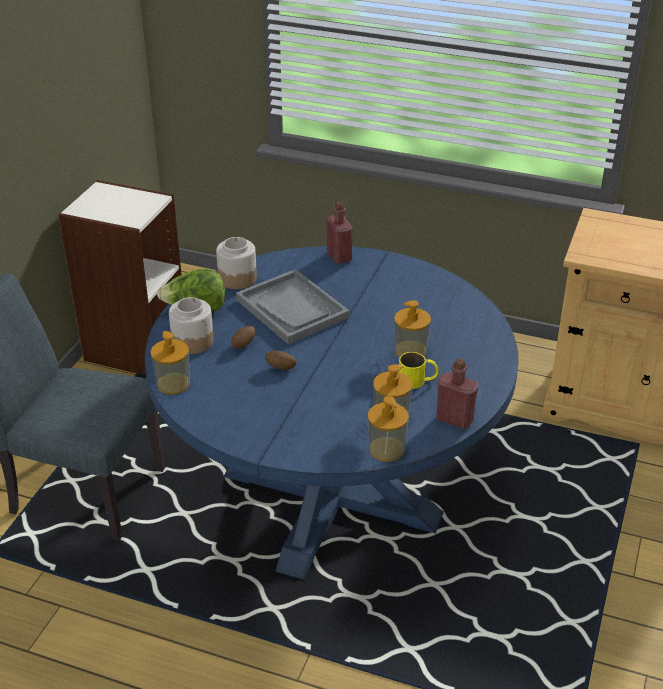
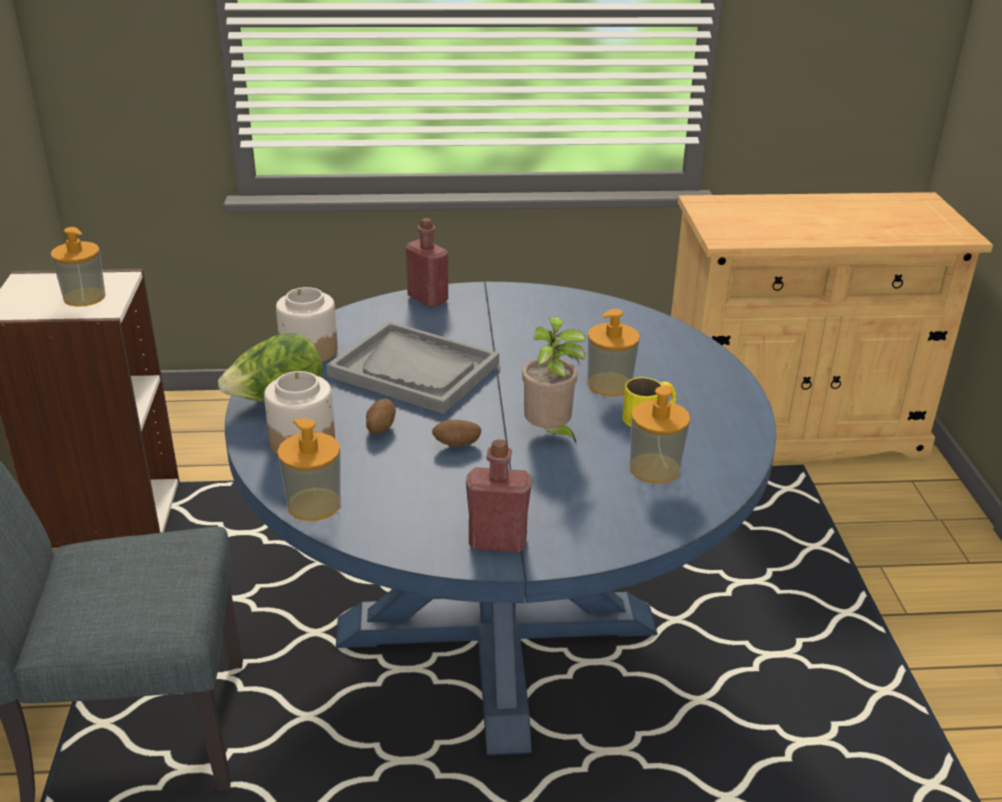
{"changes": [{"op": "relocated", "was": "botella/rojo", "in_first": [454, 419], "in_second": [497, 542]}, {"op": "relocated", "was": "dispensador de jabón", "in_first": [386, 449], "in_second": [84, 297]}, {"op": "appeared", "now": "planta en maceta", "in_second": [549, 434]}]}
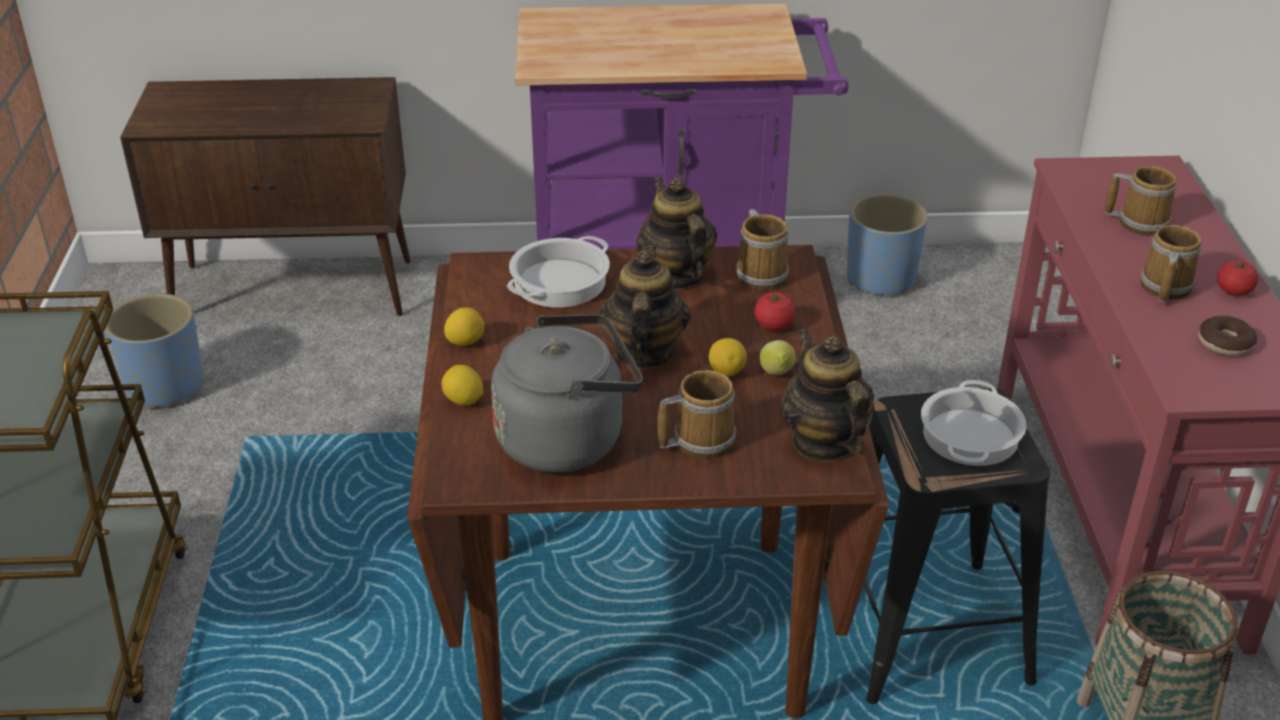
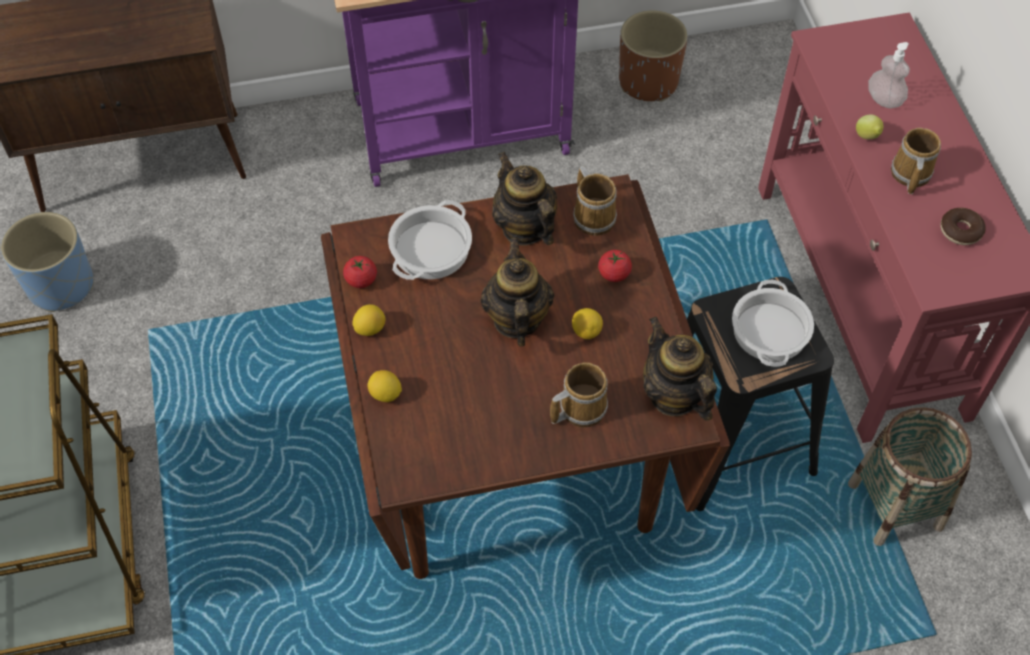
{"changes": [{"op": "exchanged", "was": "taza grande", "now": "dispensador de jabón", "in_first": [1139, 222], "in_second": [884, 99]}, {"op": "colour", "was": "maceta/azul", "now": "maceta/marrón", "in_first": [881, 279], "in_second": [649, 82]}, {"op": "relocated", "was": "tomate", "in_first": [1233, 291], "in_second": [361, 280]}, {"op": "missing", "was": "hervidor/gris", "in_first": [567, 438]}, {"op": "relocated", "was": "limón", "in_first": [777, 374], "in_second": [867, 137]}]}
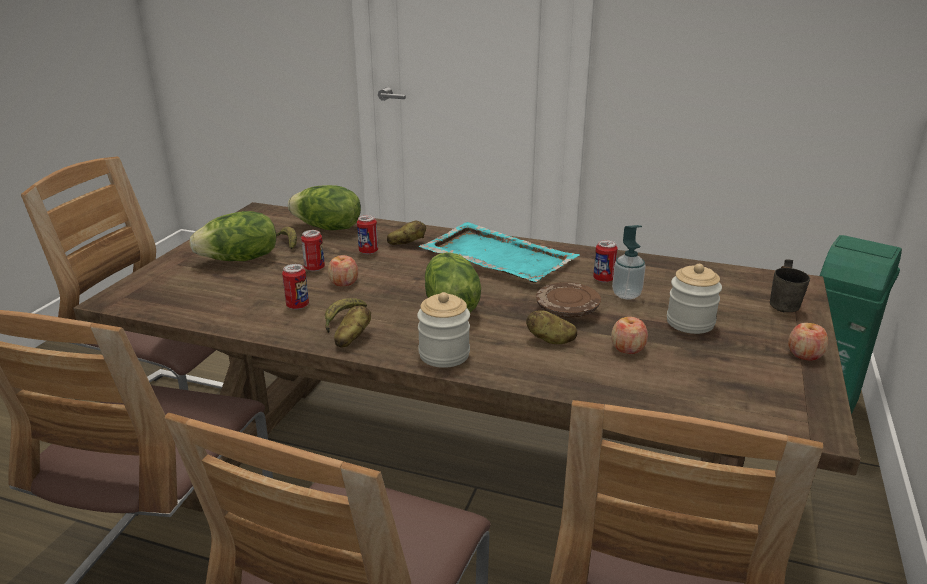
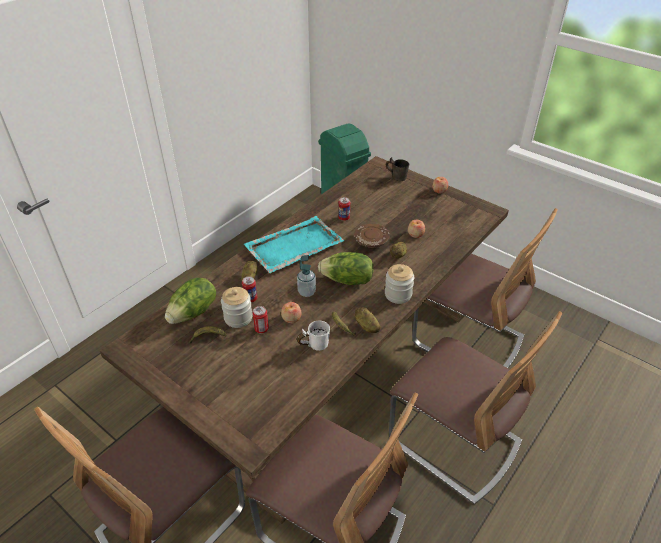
{"changes": [{"op": "missing", "was": "lechuga", "in_first": [240, 259]}, {"op": "relocated", "was": "dispensador de jabón", "in_first": [626, 294], "in_second": [306, 292]}, {"op": "exchanged", "was": "lata", "now": "taza grande/blanco", "in_first": [297, 305], "in_second": [313, 344]}, {"op": "relocated", "was": "tarro", "in_first": [690, 322], "in_second": [238, 318]}]}
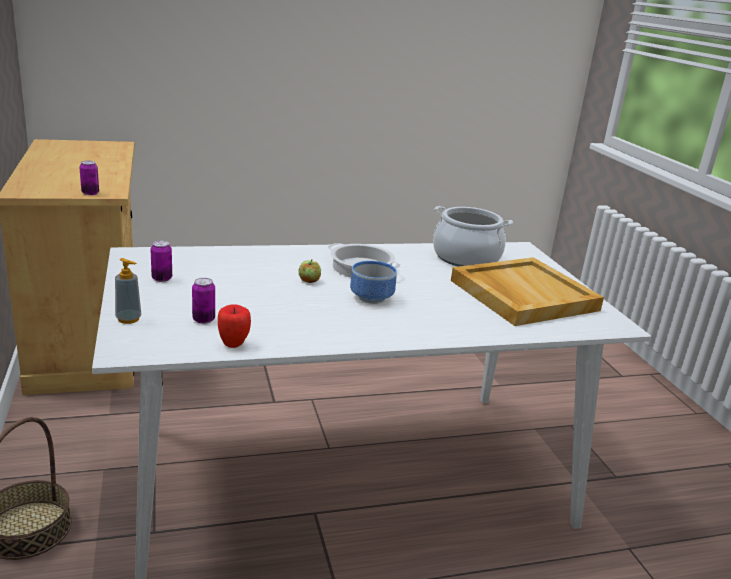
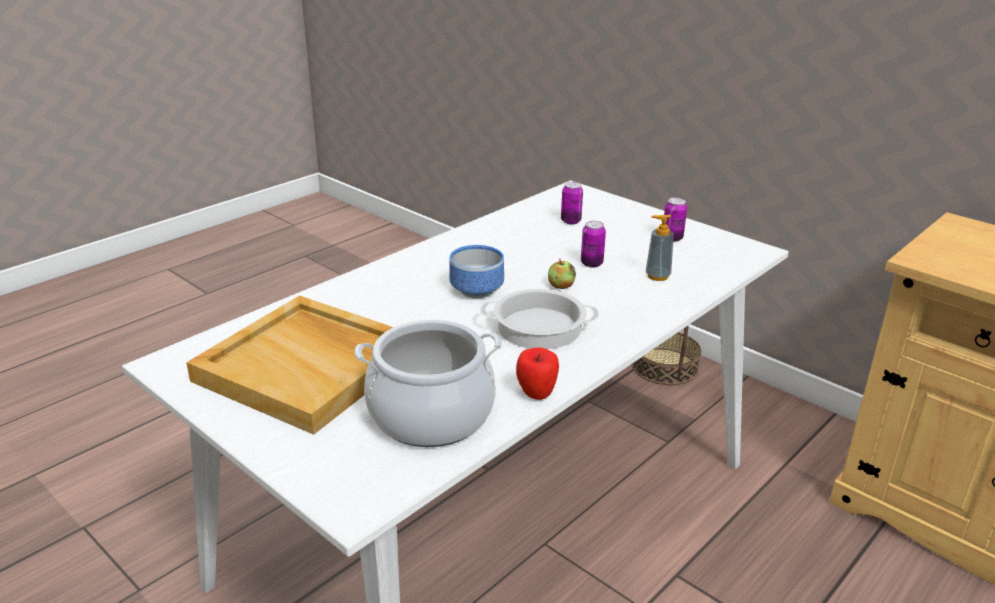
{"changes": [{"op": "relocated", "was": "lata", "in_first": [90, 193], "in_second": [591, 263]}, {"op": "relocated", "was": "dispensador de jabón", "in_first": [128, 319], "in_second": [657, 276]}, {"op": "relocated", "was": "manzana", "in_first": [234, 344], "in_second": [536, 395]}]}
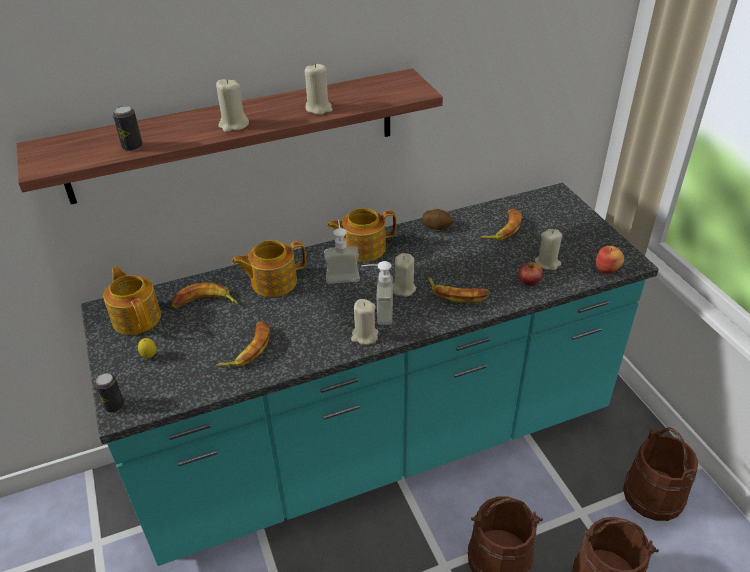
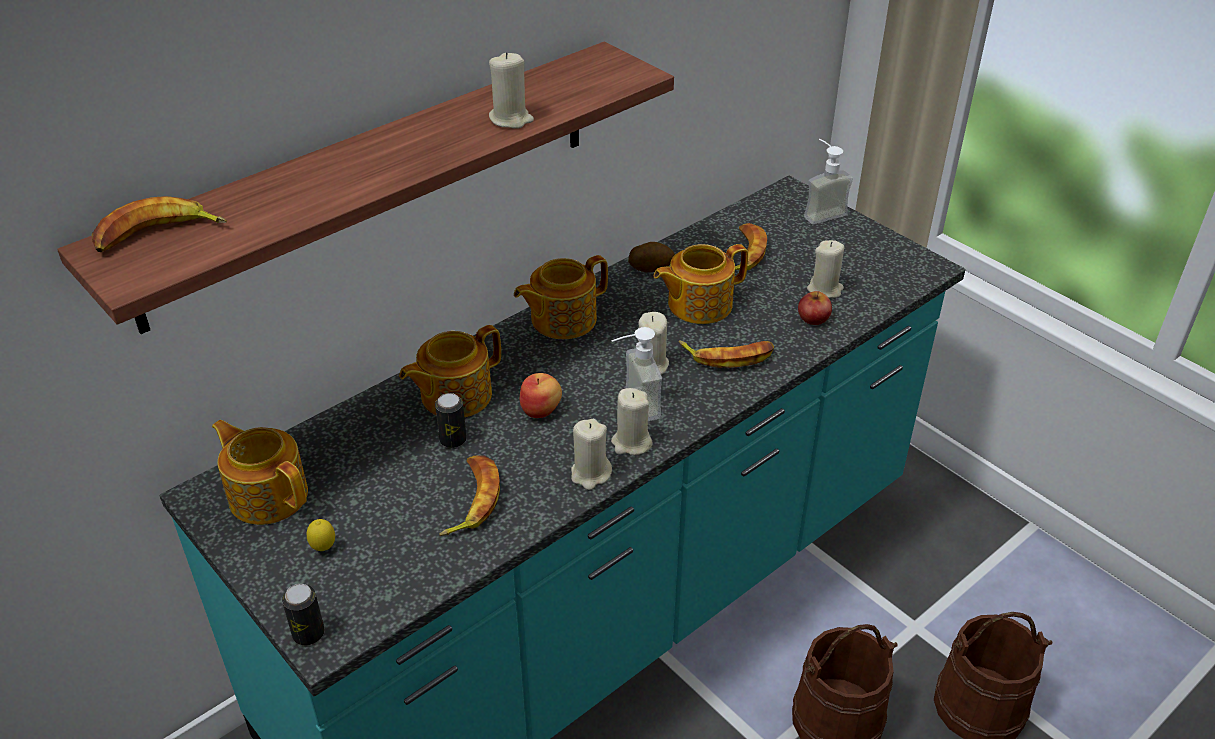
{"changes": [{"op": "relocated", "was": "vela/beis", "in_first": [233, 125], "in_second": [590, 474]}, {"op": "relocated", "was": "lata", "in_first": [132, 146], "in_second": [453, 440]}, {"op": "relocated", "was": "dispensador de jabón", "in_first": [342, 274], "in_second": [820, 212]}, {"op": "relocated", "was": "manzana", "in_first": [607, 269], "in_second": [541, 410]}, {"op": "relocated", "was": "plátano", "in_first": [204, 303], "in_second": [158, 235]}, {"op": "missing", "was": "cubo/marrón", "in_first": [654, 494]}, {"op": "appeared", "now": "tetera", "in_second": [698, 304]}]}
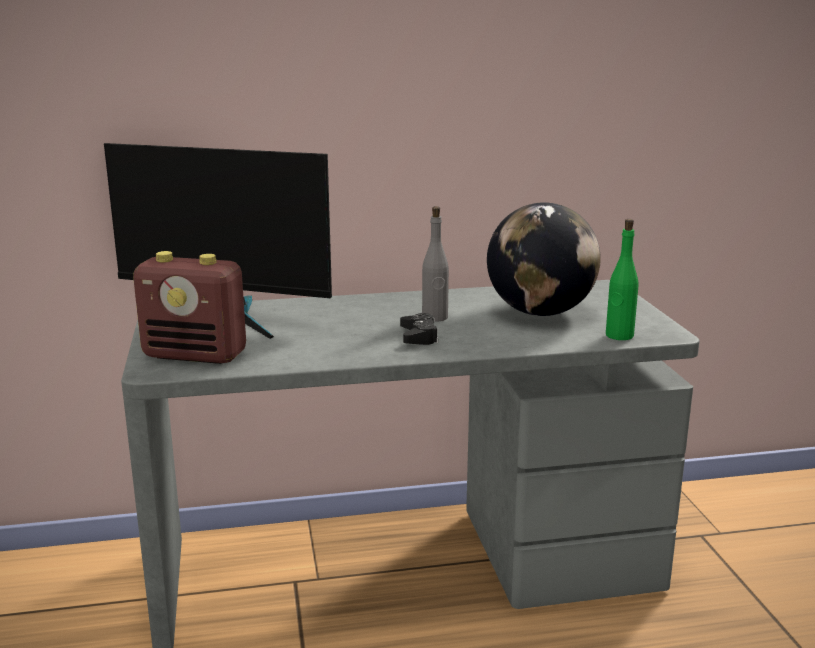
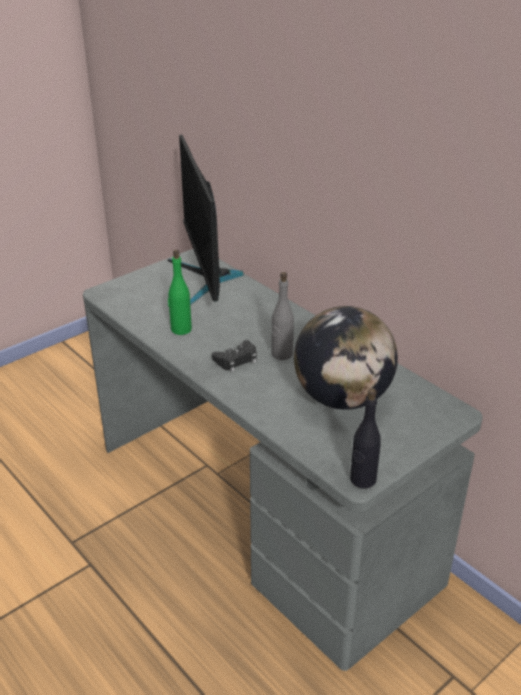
{"changes": [{"op": "relocated", "was": "botella/verde", "in_first": [619, 336], "in_second": [181, 329]}, {"op": "missing", "was": "radio", "in_first": [196, 355]}, {"op": "appeared", "now": "botella/negro", "in_second": [362, 480]}]}
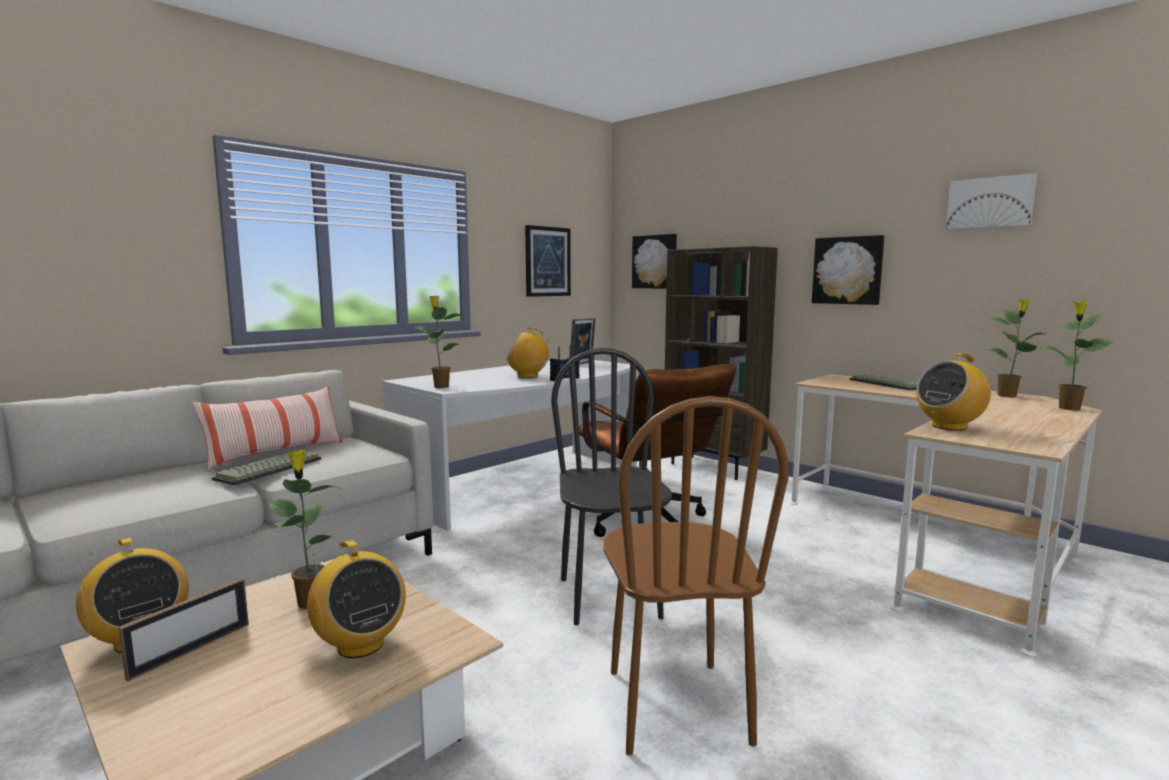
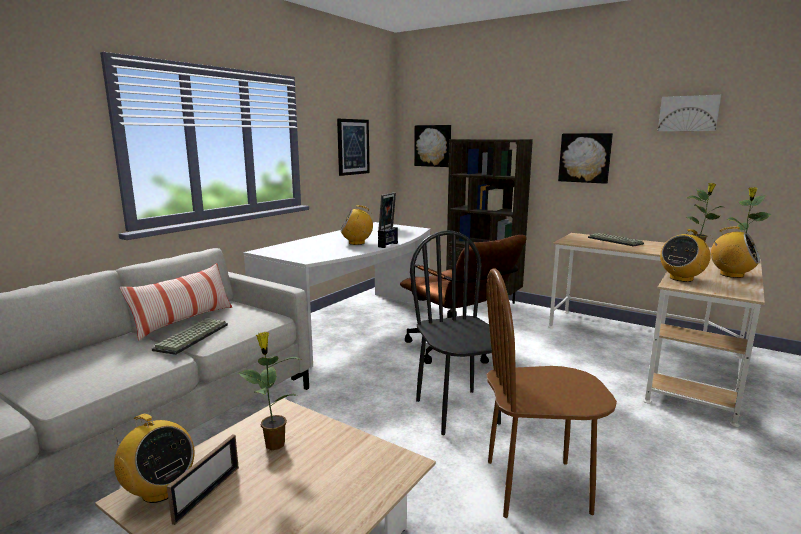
{"changes": [{"op": "missing", "was": "planta en maceta", "in_first": [440, 386]}, {"op": "spun", "was": "silla/marrón", "in_first": [675, 706], "in_second": [537, 486], "clockwise": 105}, {"op": "relocated", "was": "radio", "in_first": [360, 645], "in_second": [731, 275]}]}
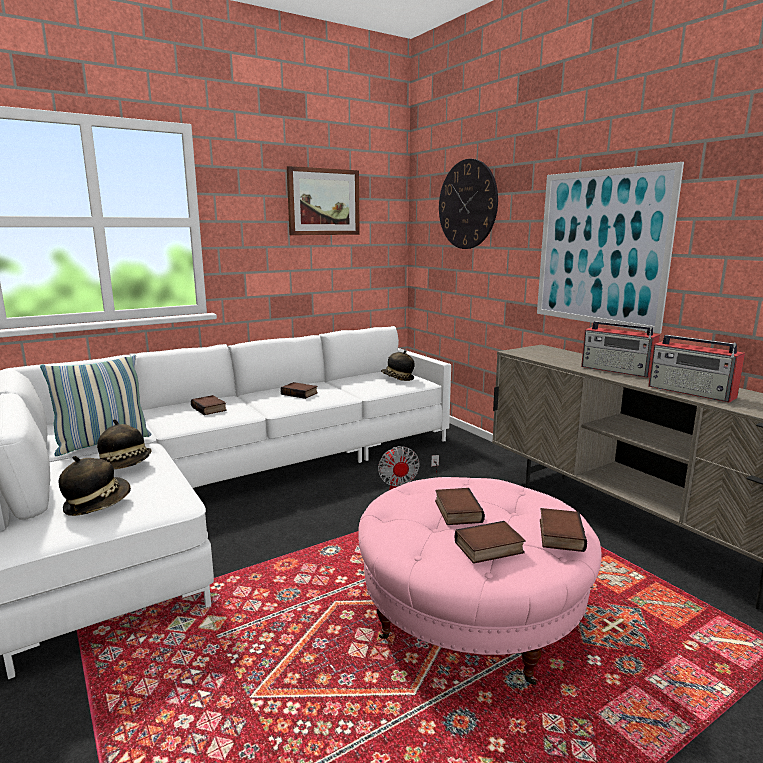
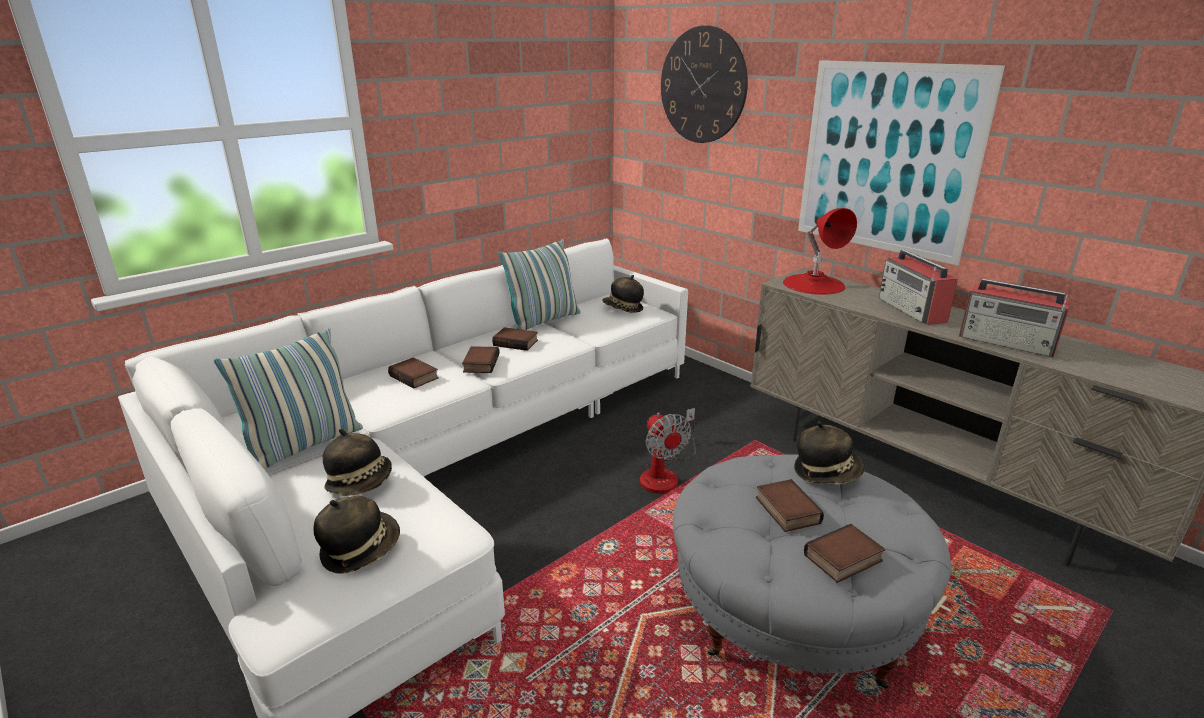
{"changes": [{"op": "missing", "was": "cuadro", "in_first": [323, 202]}, {"op": "spun", "was": "radio", "in_first": [617, 370], "in_second": [912, 310], "clockwise": 45}, {"op": "colour", "was": "puf/rosa", "now": "puf/gris", "in_first": [471, 613], "in_second": [792, 610]}, {"op": "relocated", "was": "libro", "in_first": [559, 534], "in_second": [480, 363]}, {"op": "appeared", "now": "lámpara de mesa/rojo", "in_second": [814, 284]}, {"op": "appeared", "now": "cojín", "in_second": [543, 321]}, {"op": "appeared", "now": "sombrero", "in_second": [826, 472]}]}
